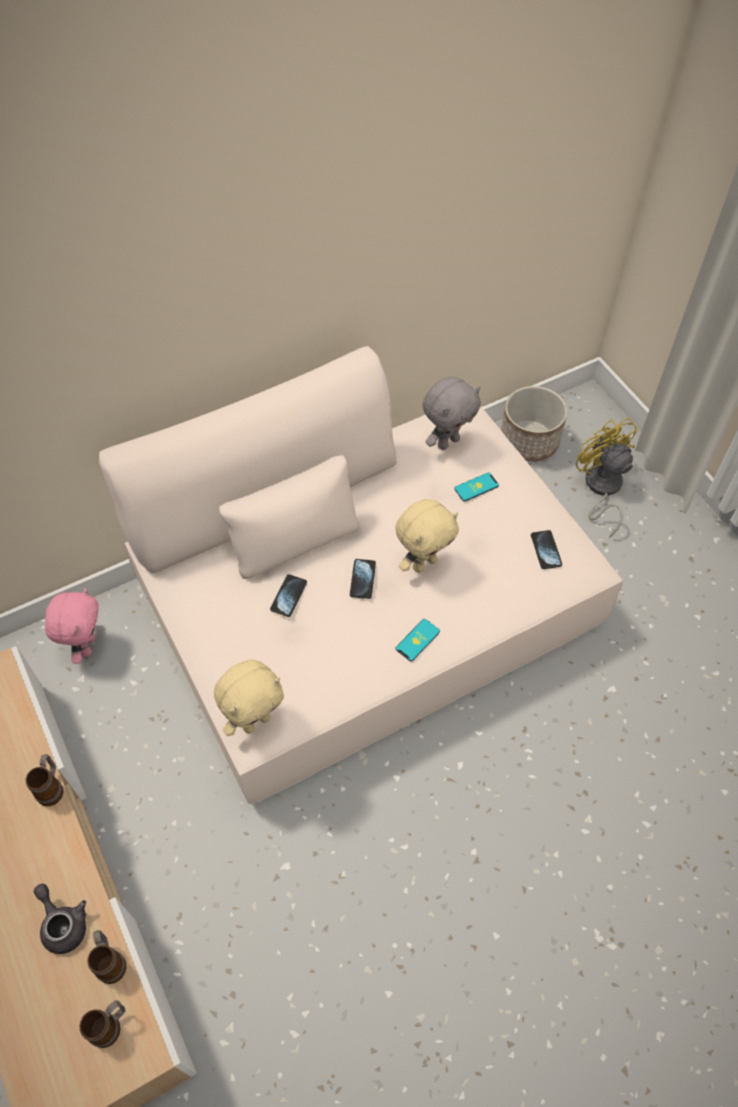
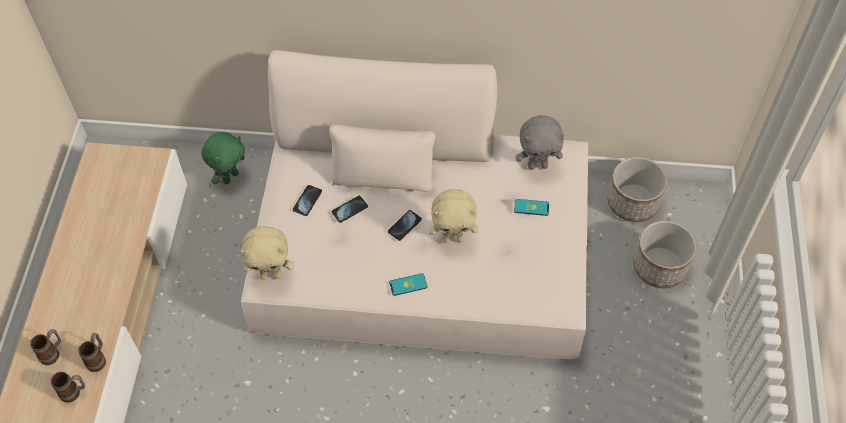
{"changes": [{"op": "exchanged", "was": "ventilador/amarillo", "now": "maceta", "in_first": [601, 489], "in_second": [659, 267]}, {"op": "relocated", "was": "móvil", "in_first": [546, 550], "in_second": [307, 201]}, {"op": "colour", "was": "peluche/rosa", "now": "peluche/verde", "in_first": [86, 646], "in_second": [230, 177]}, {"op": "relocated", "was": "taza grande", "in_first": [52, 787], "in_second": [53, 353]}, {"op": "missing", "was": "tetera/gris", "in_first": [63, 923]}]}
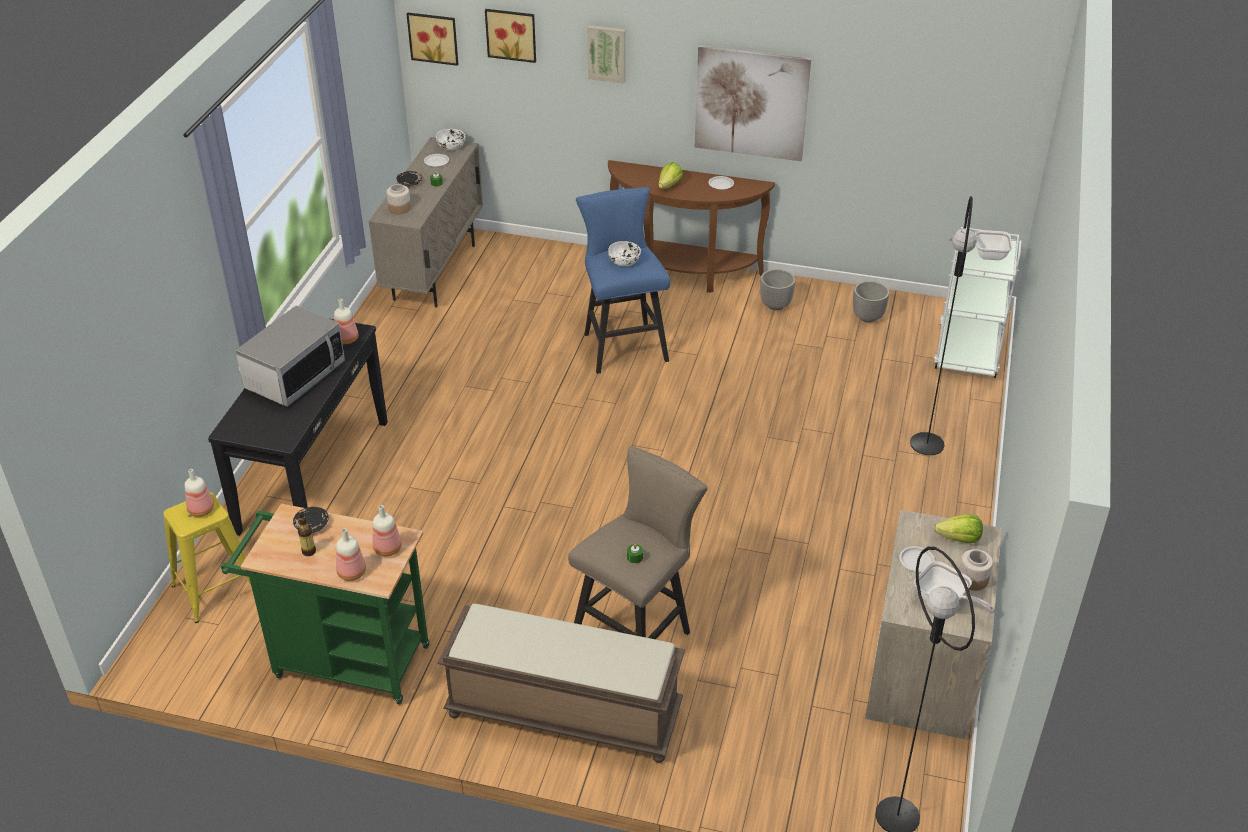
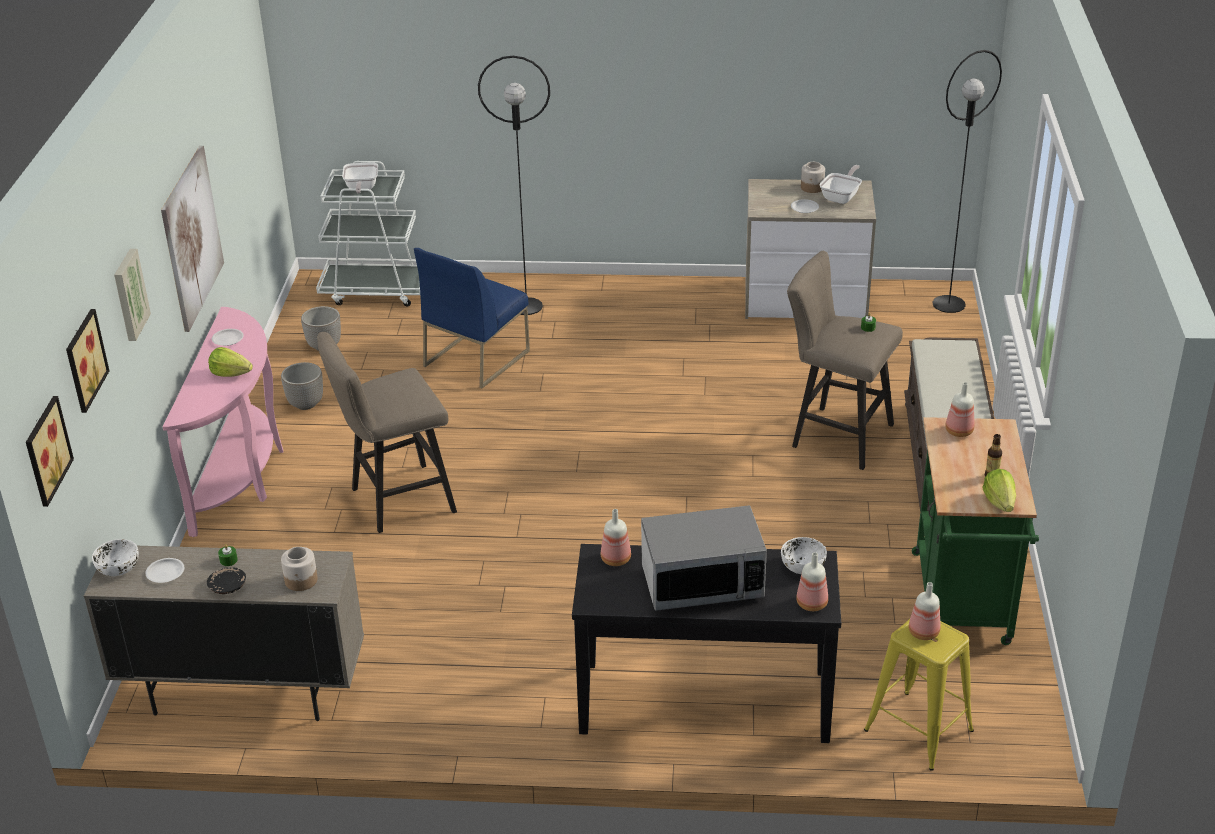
{"changes": [{"op": "colour", "was": "mesa consola/marrón", "now": "mesa consola/rosa", "in_first": [682, 274], "in_second": [242, 475]}, {"op": "colour", "was": "taburete/azul", "now": "taburete/beis", "in_first": [622, 344], "in_second": [395, 501]}, {"op": "relocated", "was": "cuenco/blanco", "in_first": [624, 261], "in_second": [803, 565]}, {"op": "spun", "was": "microondas", "in_first": [295, 376], "in_second": [702, 583], "clockwise": 150}, {"op": "missing", "was": "plato/negro", "in_first": [312, 525]}, {"op": "relocated", "was": "lechuga", "in_first": [959, 539], "in_second": [1000, 502]}, {"op": "relocated", "was": "botella", "in_first": [352, 573], "in_second": [812, 603]}, {"op": "appeared", "now": "silla/azul", "in_second": [476, 358]}]}
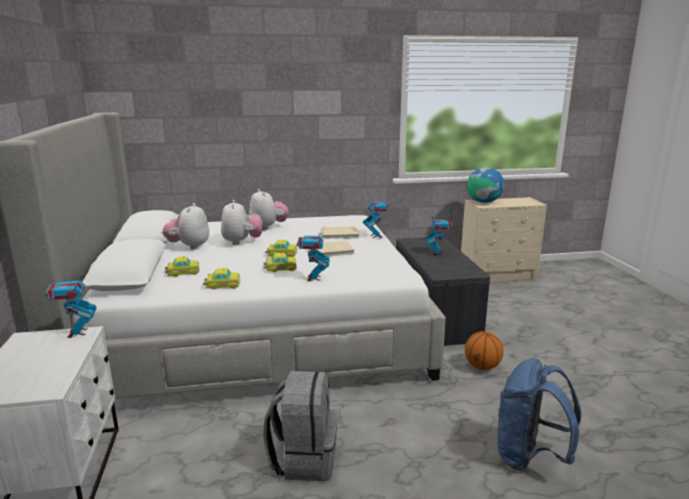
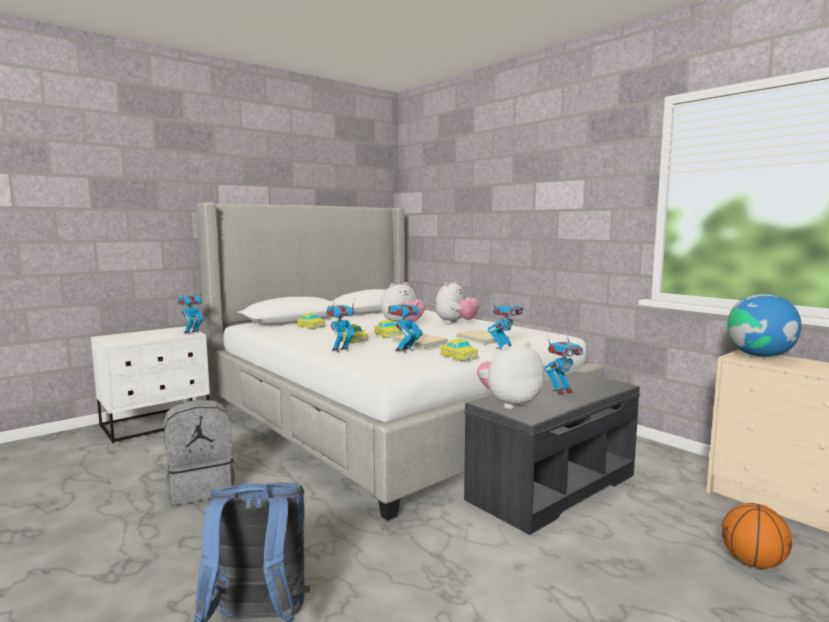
{"changes": [{"op": "relocated", "was": "peluche", "in_first": [189, 247], "in_second": [509, 403]}, {"op": "relocated", "was": "coche de juguete", "in_first": [222, 285], "in_second": [458, 356]}, {"op": "relocated", "was": "balón de baloncesto", "in_first": [482, 367], "in_second": [753, 563]}, {"op": "appeared", "now": "robot de juguete", "in_second": [404, 350]}]}
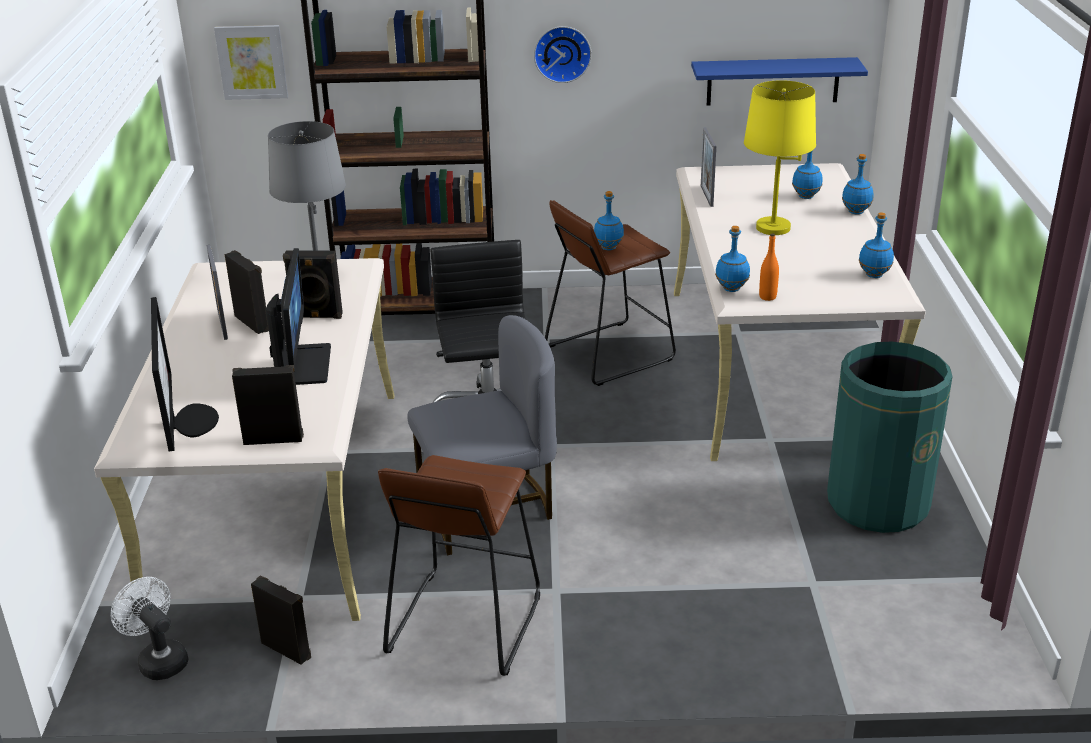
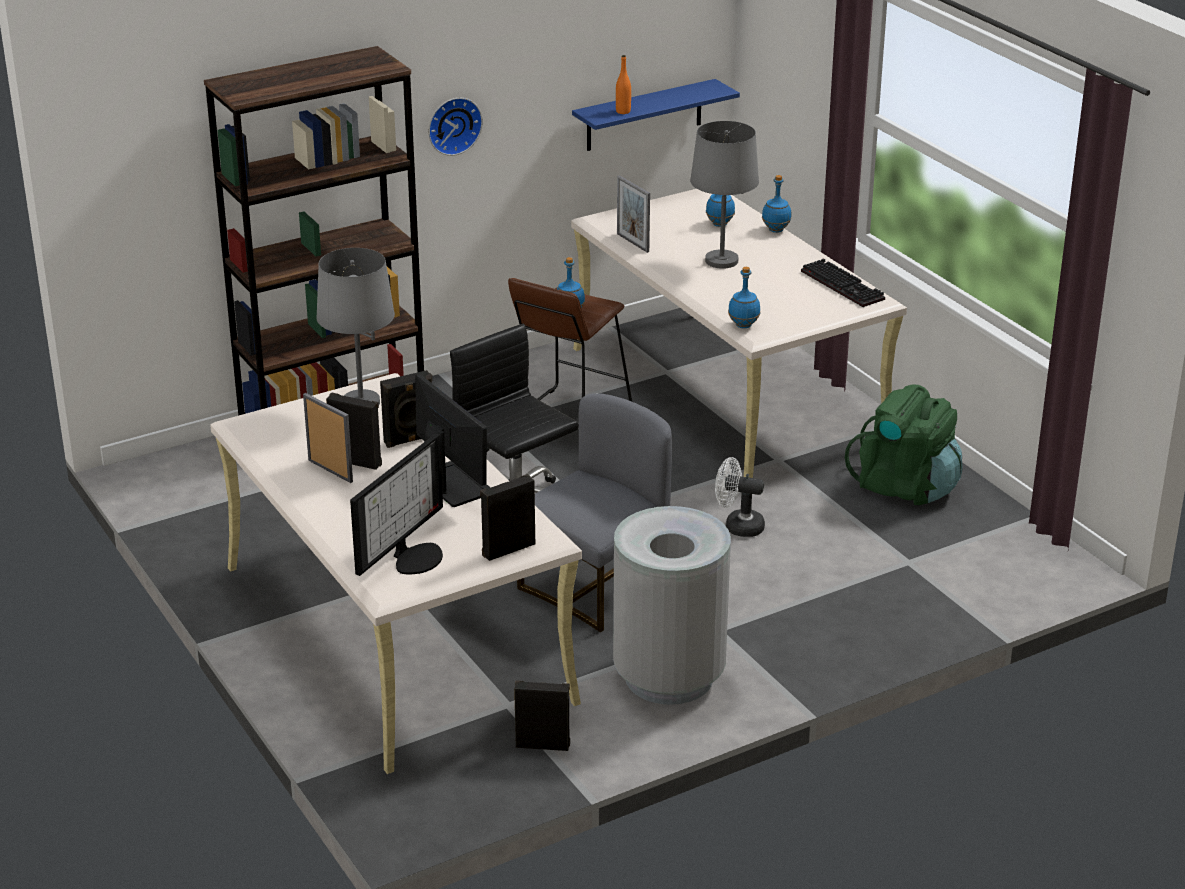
{"changes": [{"op": "missing", "was": "cuadro", "in_first": [252, 62]}, {"op": "colour", "was": "lámpara de mesa/amarillo", "now": "lámpara de mesa/gris", "in_first": [773, 228], "in_second": [721, 261]}, {"op": "exchanged", "was": "botella/azul", "now": "teclado", "in_first": [874, 275], "in_second": [845, 285]}, {"op": "relocated", "was": "botella/naranja", "in_first": [767, 297], "in_second": [623, 111]}, {"op": "spun", "was": "monitor", "in_first": [188, 421], "in_second": [414, 557], "clockwise": 75}, {"op": "exchanged", "was": "papelera/verde", "now": "mochila/verde", "in_first": [877, 503], "in_second": [905, 486]}, {"op": "exchanged", "was": "taburete/marrón", "now": "papelera/gris", "in_first": [464, 623], "in_second": [668, 677]}, {"op": "relocated", "was": "ventilador/blanco", "in_first": [158, 659], "in_second": [738, 526]}]}
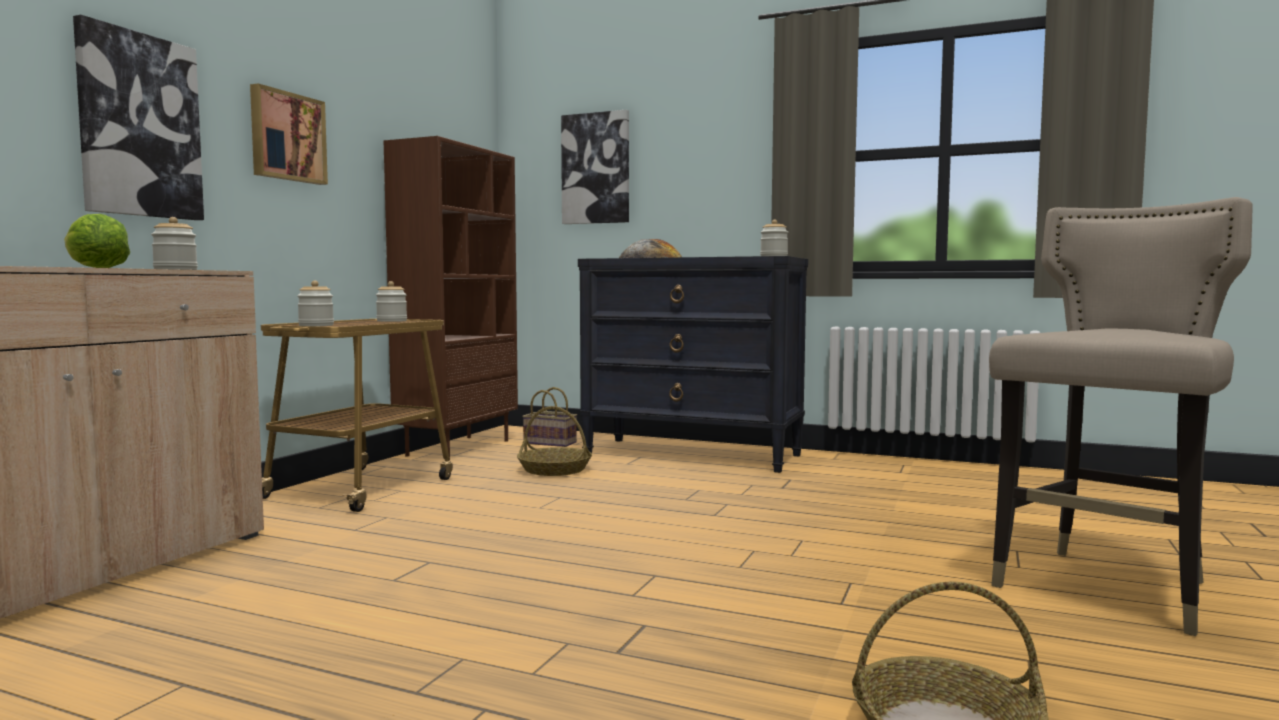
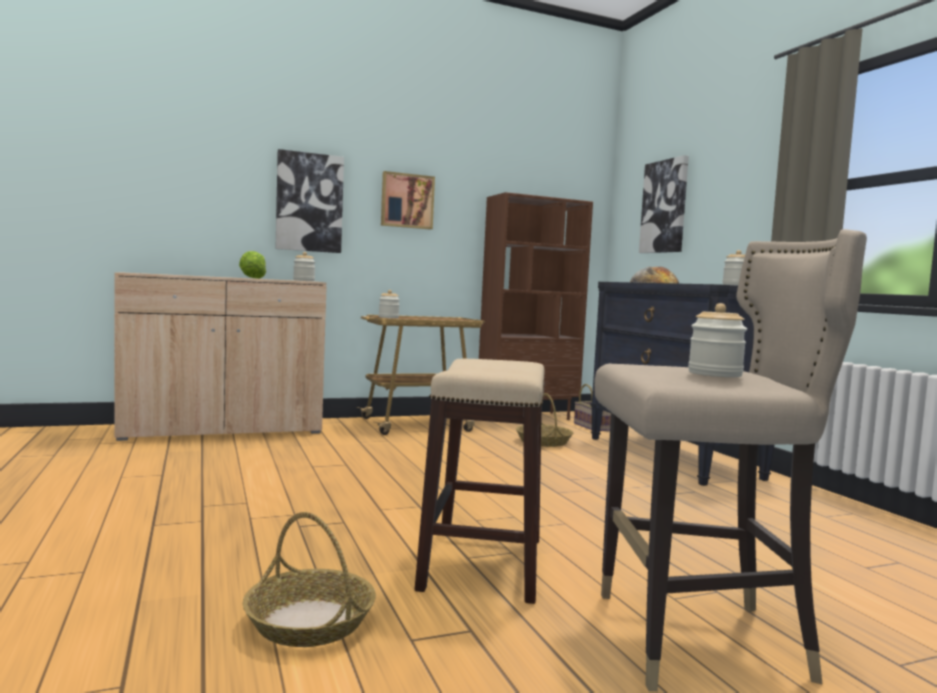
{"changes": [{"op": "relocated", "was": "tarro", "in_first": [391, 321], "in_second": [715, 374]}, {"op": "appeared", "now": "taburete", "in_second": [483, 564]}]}
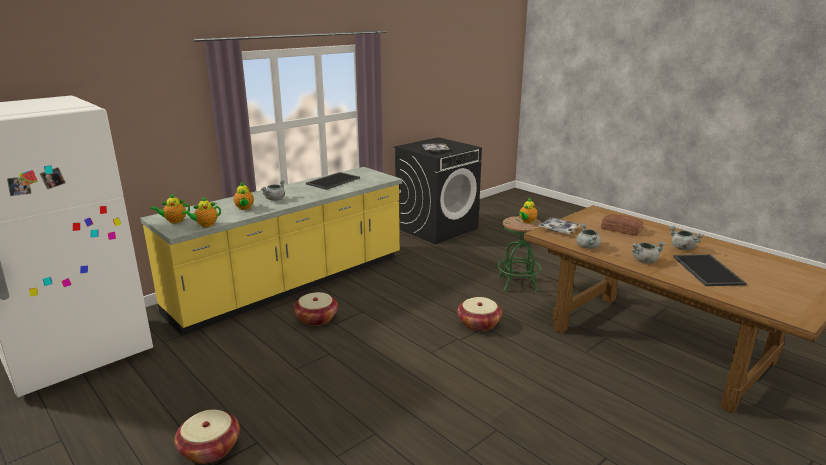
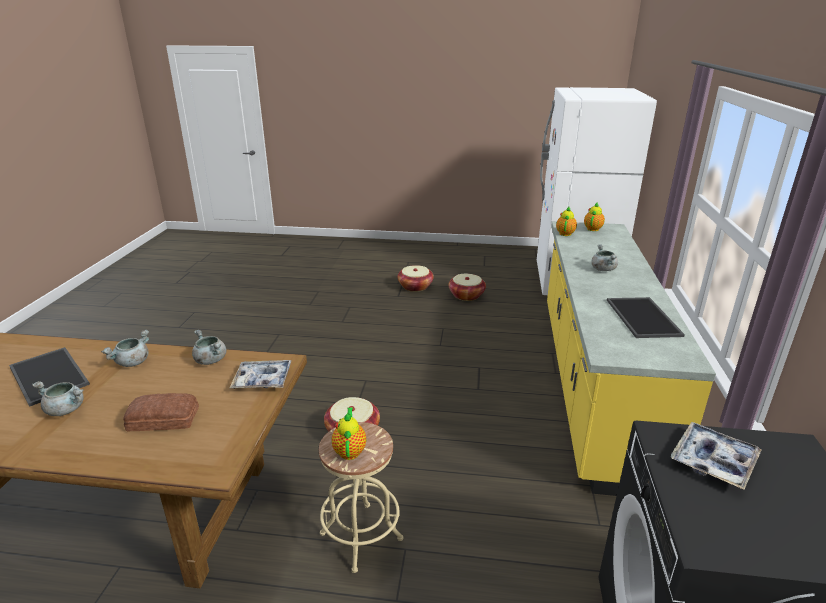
{"changes": [{"op": "missing", "was": "tetera", "in_first": [244, 208]}, {"op": "colour", "was": "taburete/verde", "now": "taburete/beis", "in_first": [517, 284], "in_second": [361, 536]}, {"op": "relocated", "was": "cesta", "in_first": [316, 318], "in_second": [466, 295]}]}
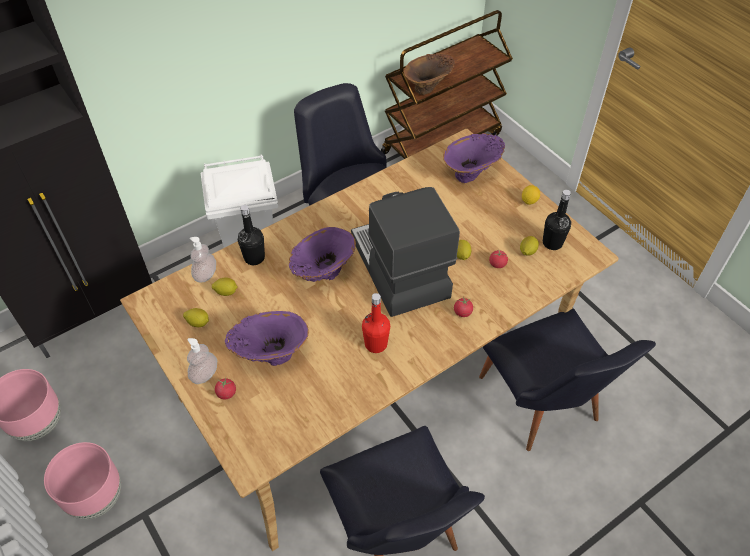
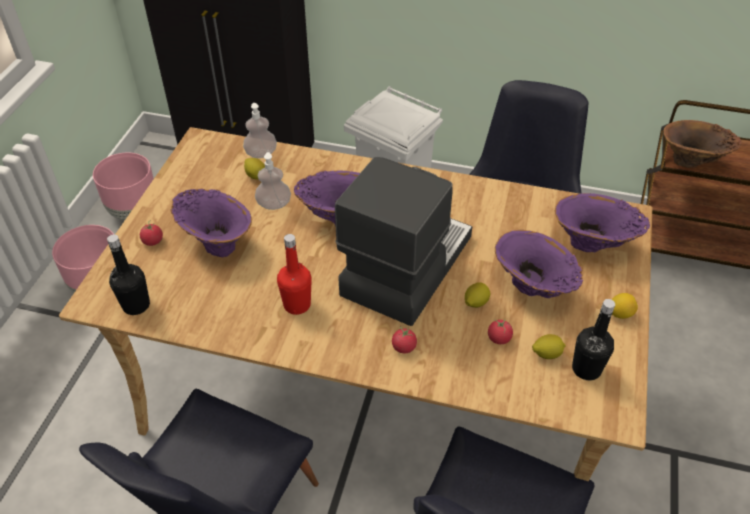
{"changes": [{"op": "relocated", "was": "botella/negro", "in_first": [254, 258], "in_second": [136, 305]}, {"op": "missing", "was": "limón", "in_first": [198, 322]}, {"op": "relocated", "was": "dispensador de jabón", "in_first": [204, 374], "in_second": [274, 204]}, {"op": "appeared", "now": "florero/morado", "in_second": [531, 290]}]}
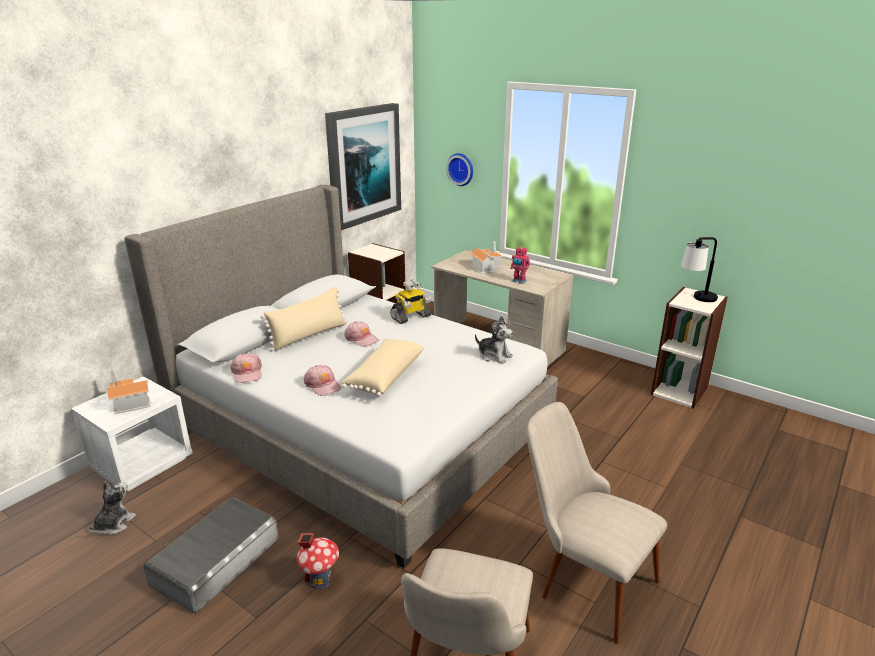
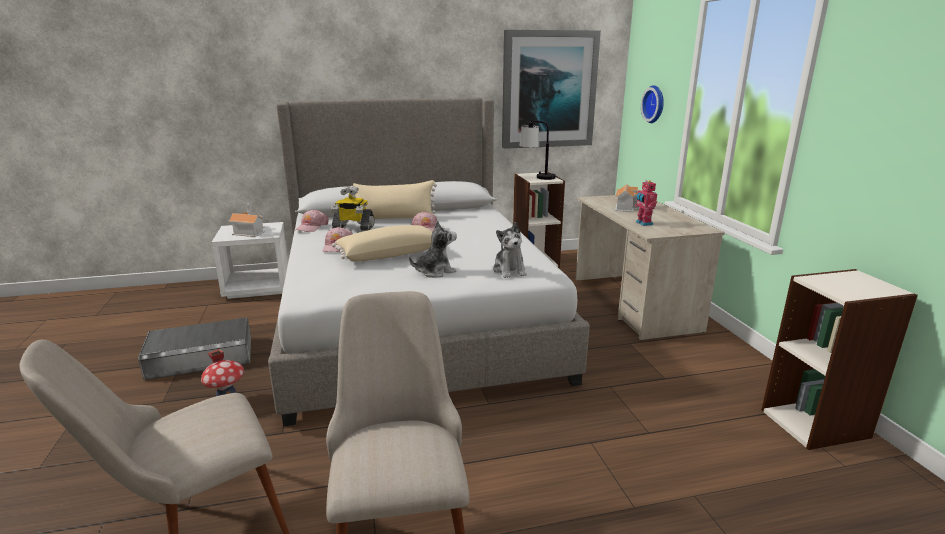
{"changes": [{"op": "relocated", "was": "lámpara de mesa", "in_first": [696, 299], "in_second": [537, 177]}, {"op": "relocated", "was": "robot de juguete", "in_first": [411, 317], "in_second": [353, 227]}, {"op": "relocated", "was": "peluche", "in_first": [114, 524], "in_second": [434, 271]}]}
